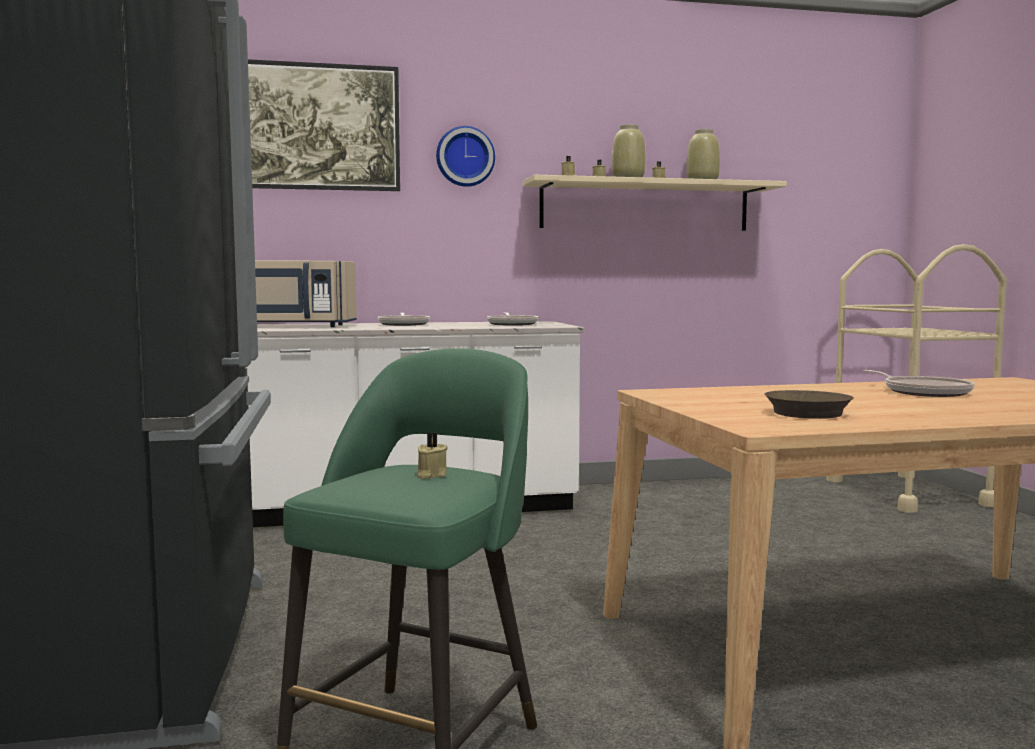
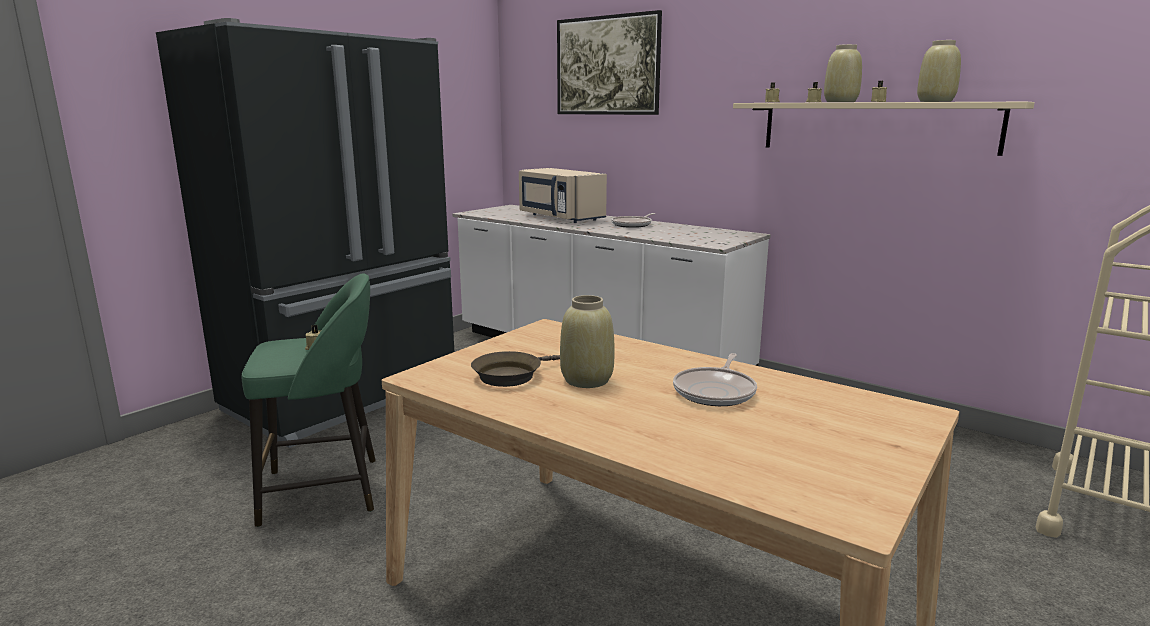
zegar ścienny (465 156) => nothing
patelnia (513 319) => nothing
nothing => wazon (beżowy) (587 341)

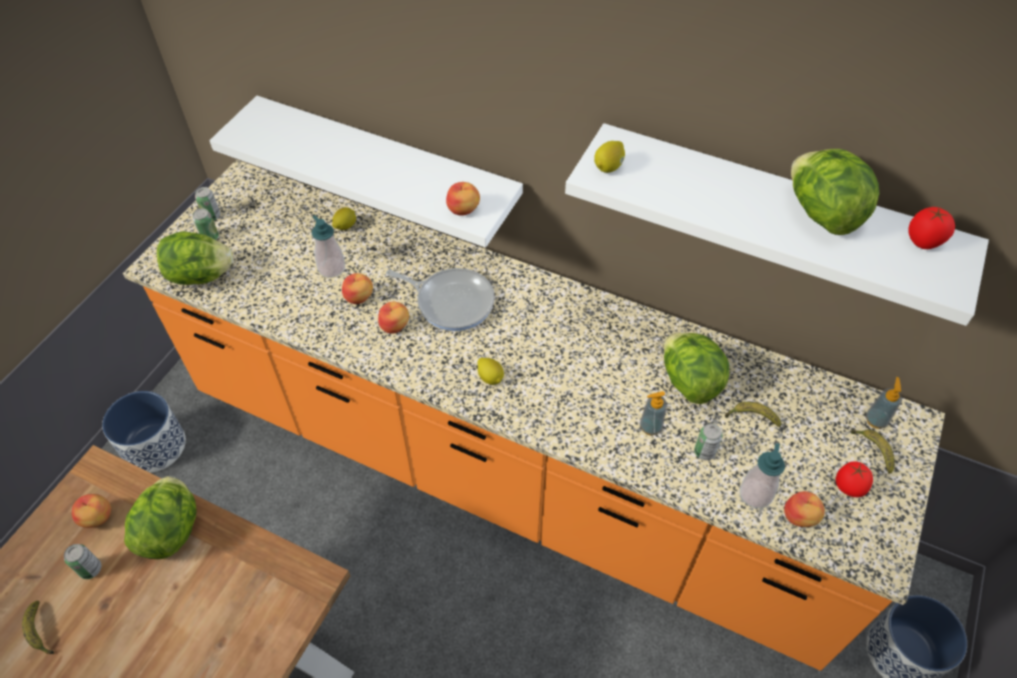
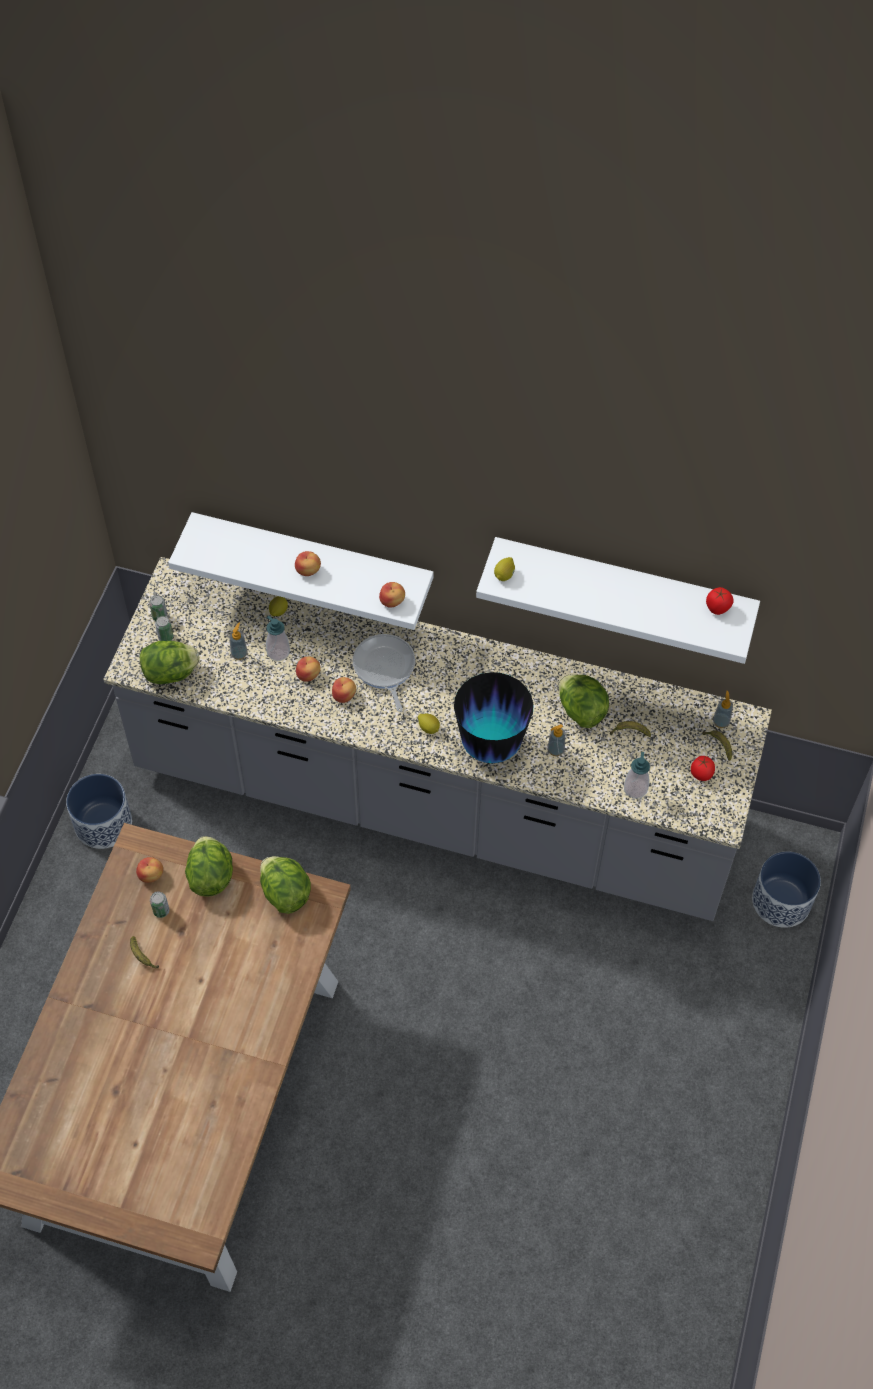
sałata (835 192) => sałata (285 885), shifted
zabudowa kuchenna (pomarańczowy) (534 415) => zabudowa kuchenna (szary) (437 739)
patelnia (440 299) => patelnia (384 673), 120 degrees counterclockwise
puszka (708 441) => nothing
jabłko (804 509) => jabłko (308 563), shifted
nothing => dozownik mydła (238 641)
nothing => wazon (493 717)

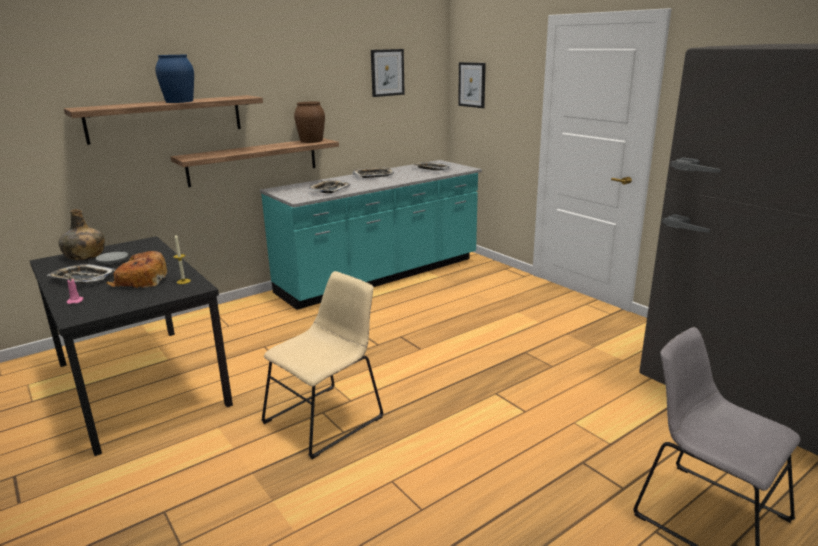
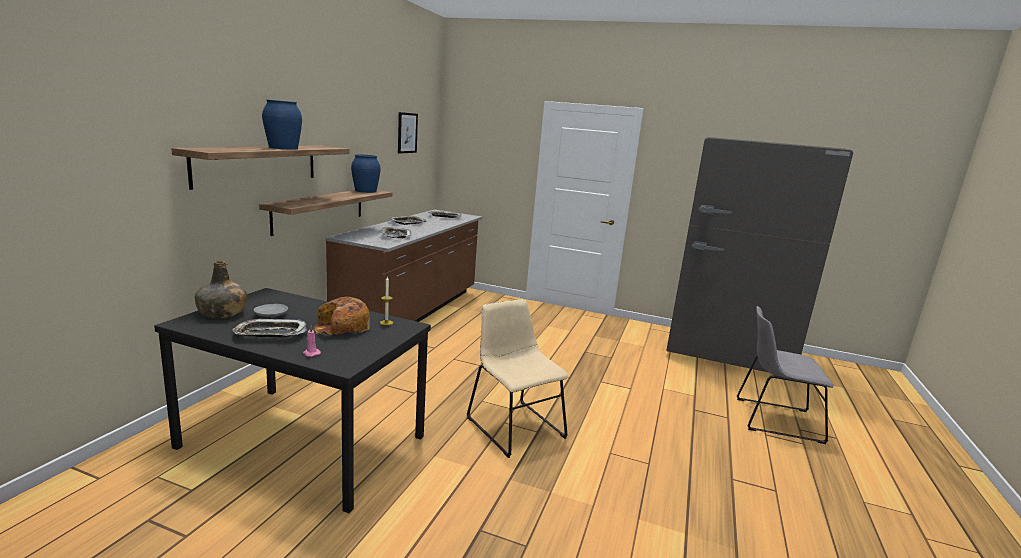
obraz (472 85) => nothing
wazon (brązowy) (309 122) => wazon (niebieski) (366 173)
zabudowa kuchenna (turkusowy) (371 235) => zabudowa kuchenna (brązowy) (403 265)
krzesło (beżowy) (322 365) => krzesło (beżowy) (517 378), 45 degrees counterclockwise

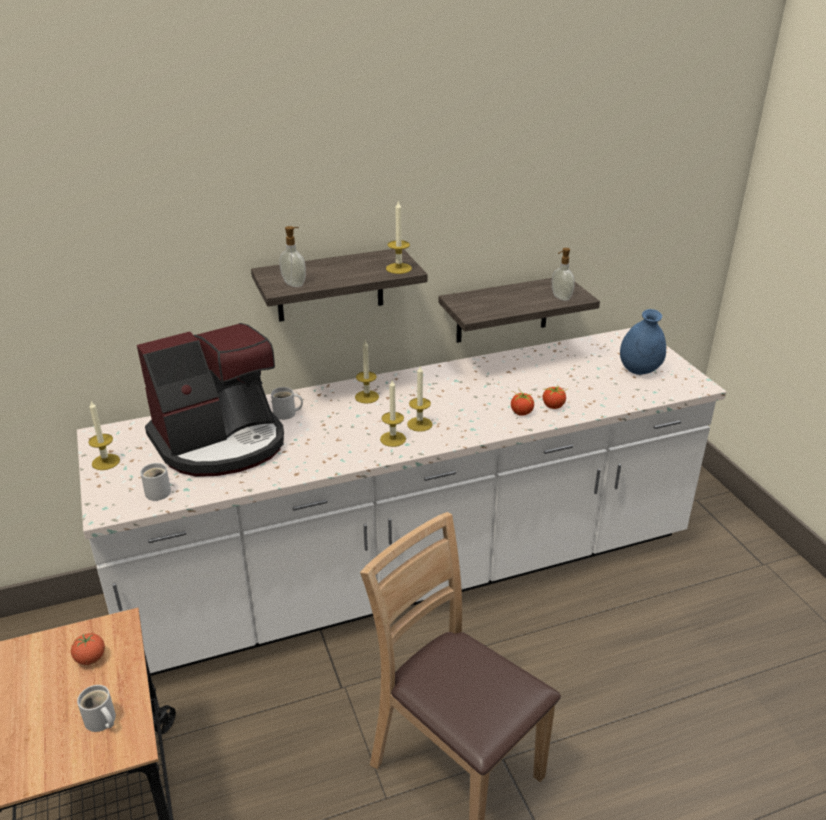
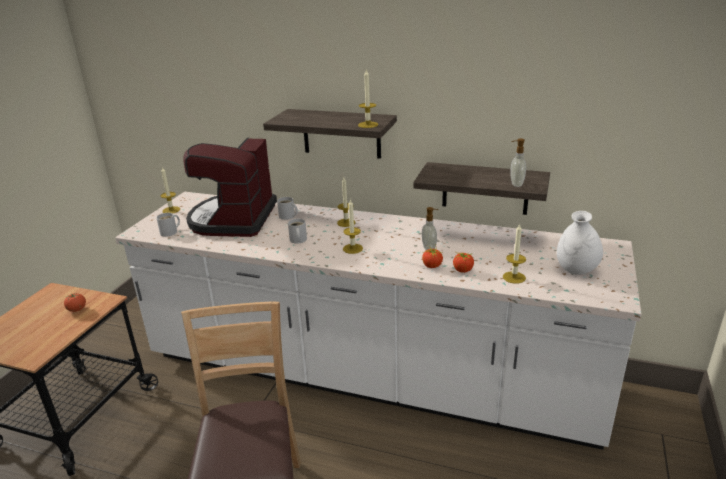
dozownik mydła (292 256) => dozownik mydła (430 228), shifted
wazon (niebieski) (643 342) => wazon (biały) (580 243)
ekspres do kawy (210 400) => ekspres do kawy (230 187), 90 degrees clockwise
świeca (393 413) => świeca (514 254), shifted
kubek (biały) (96 708) => kubek (biały) (297 231), shifted

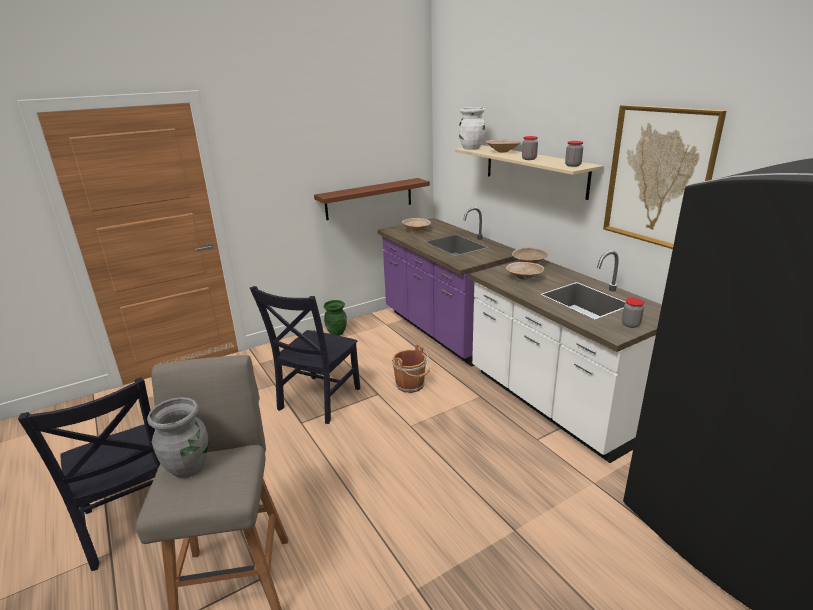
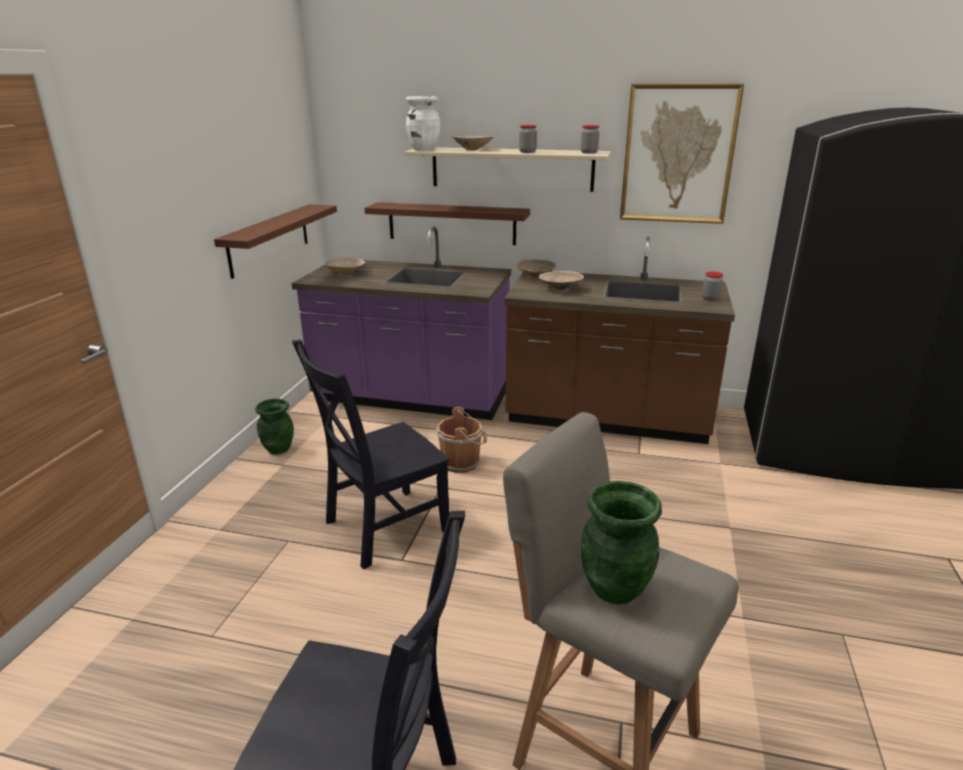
zabudowa kuchenna (biały) (565 357) => zabudowa kuchenna (brązowy) (619 340)
krzesło (czarny) (305 355) => krzesło (czarny) (370 455), 75 degrees clockwise
wazon (szary) (177 437) => wazon (zielony) (621 543)
nothing => półka (brązowy) (447 223)

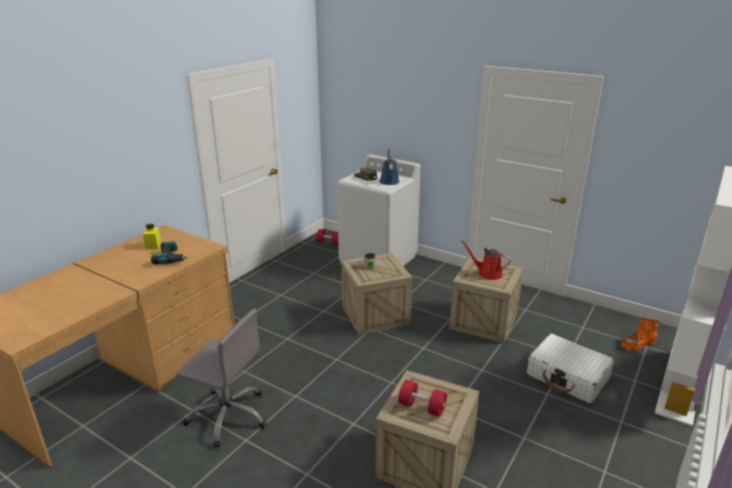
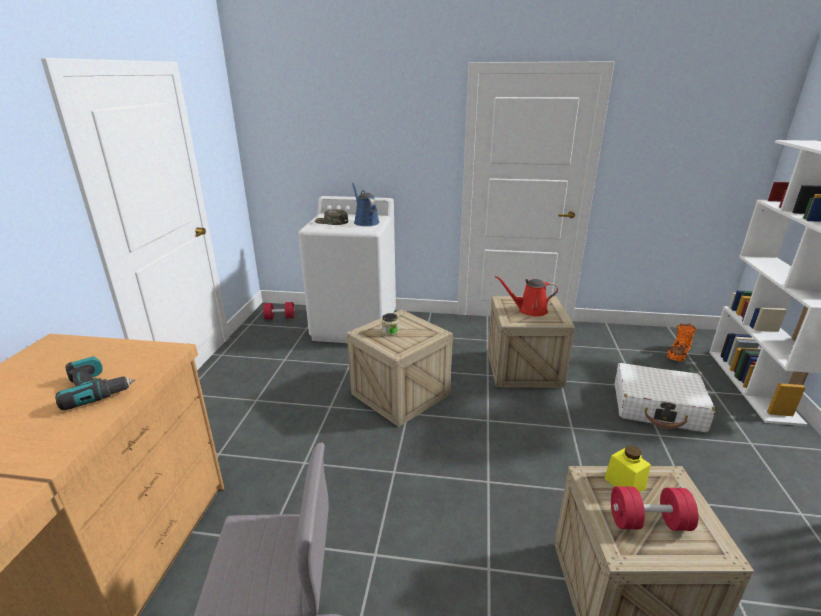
słoik (żółty) (152 237) => słoik (żółty) (627 469), shifted

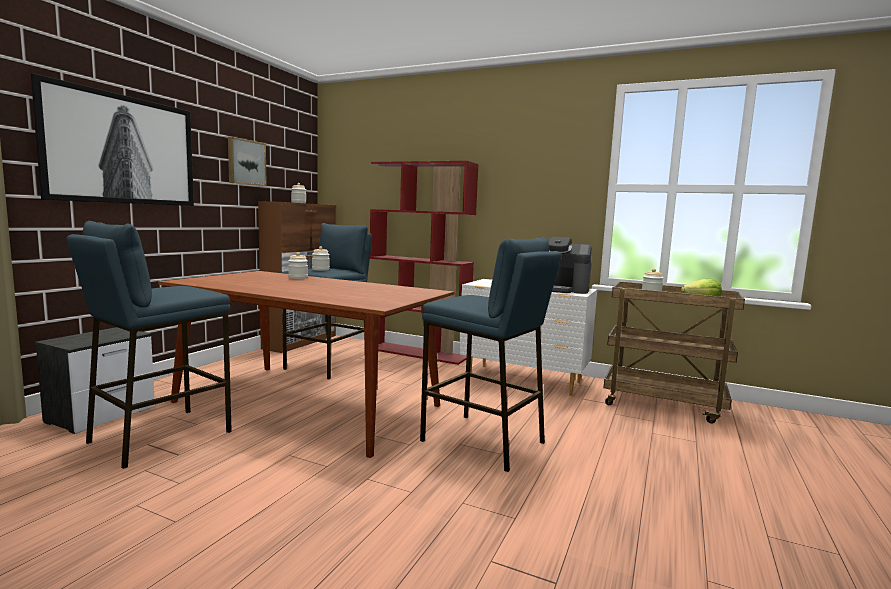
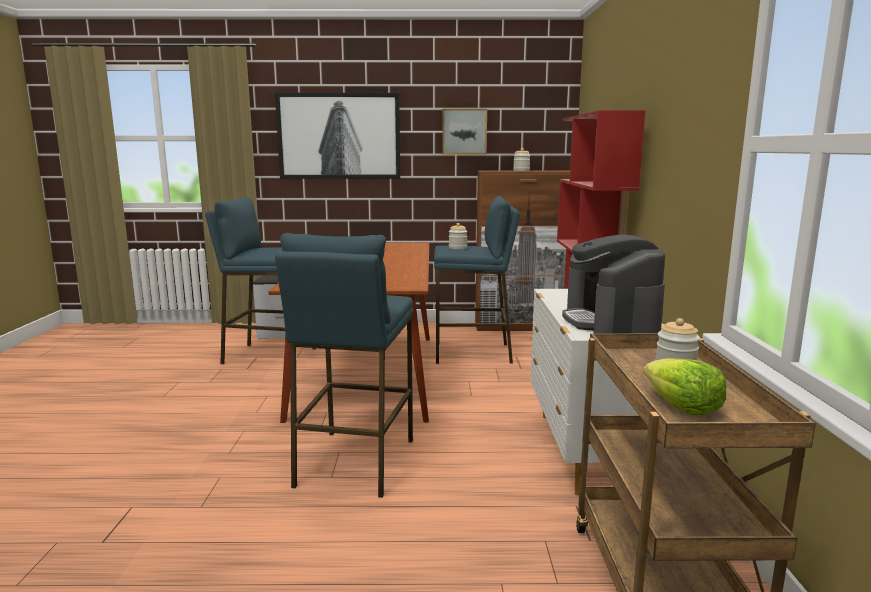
słoik (298 265) => nothing

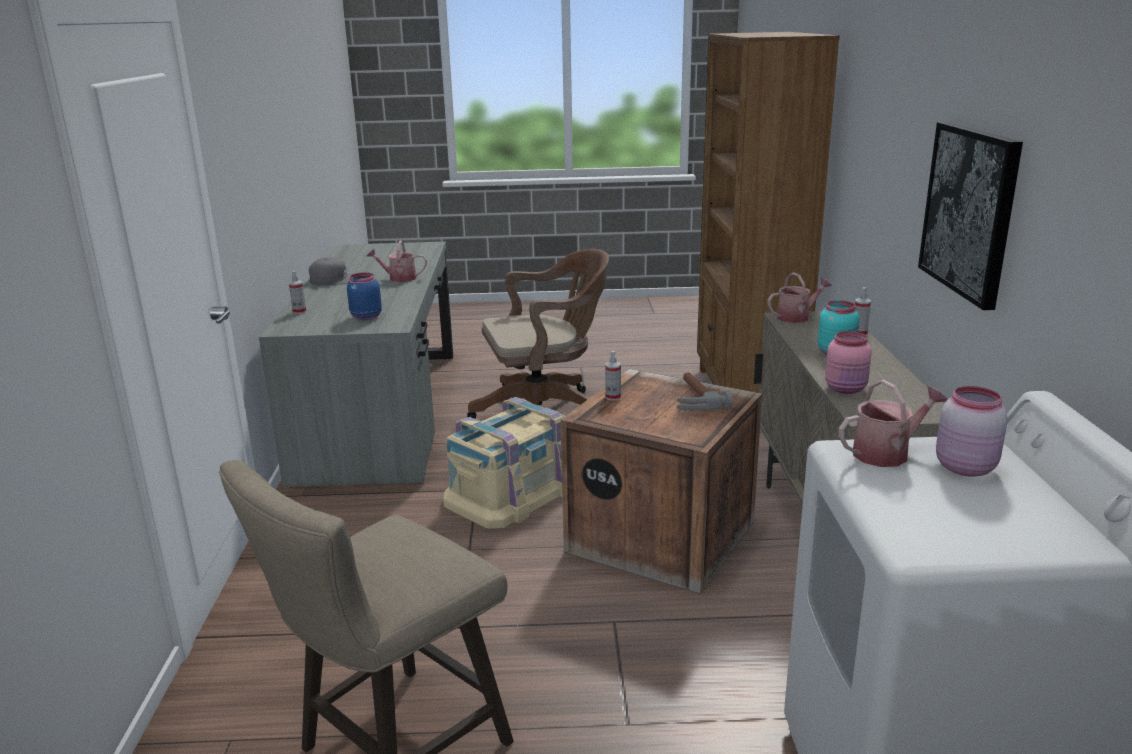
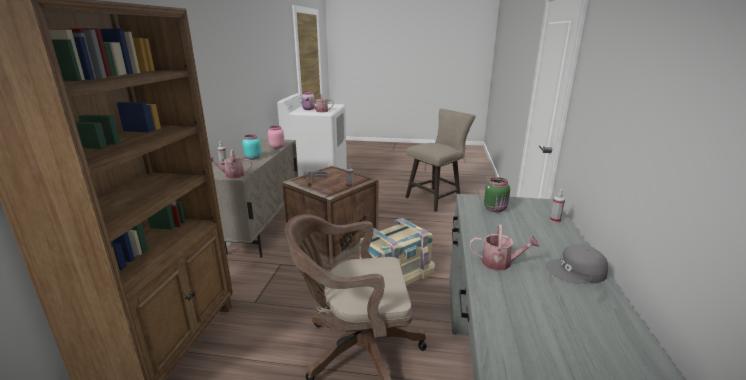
obraz (970 216) => nothing
słoik (niebieski) (364 296) => słoik (zielony) (497 194)

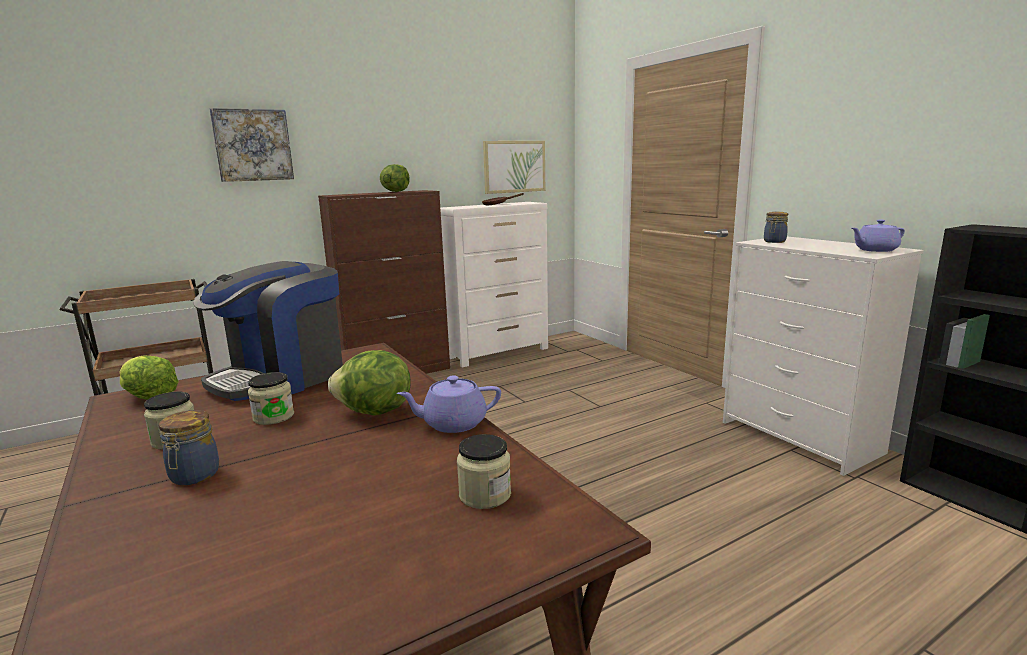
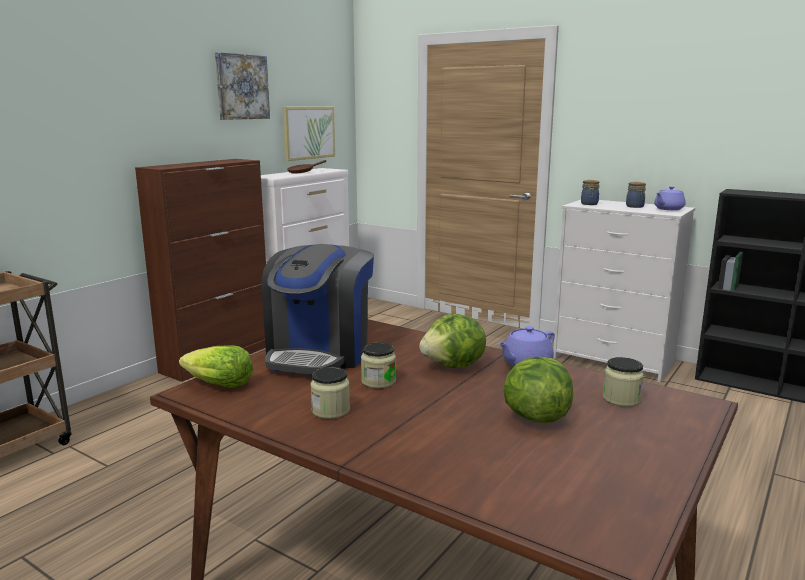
obraz (251 145) => obraz (242 86), shifted
sałata (395 178) => sałata (538 390), shifted
słoik (189 447) => słoik (636 195), shifted

